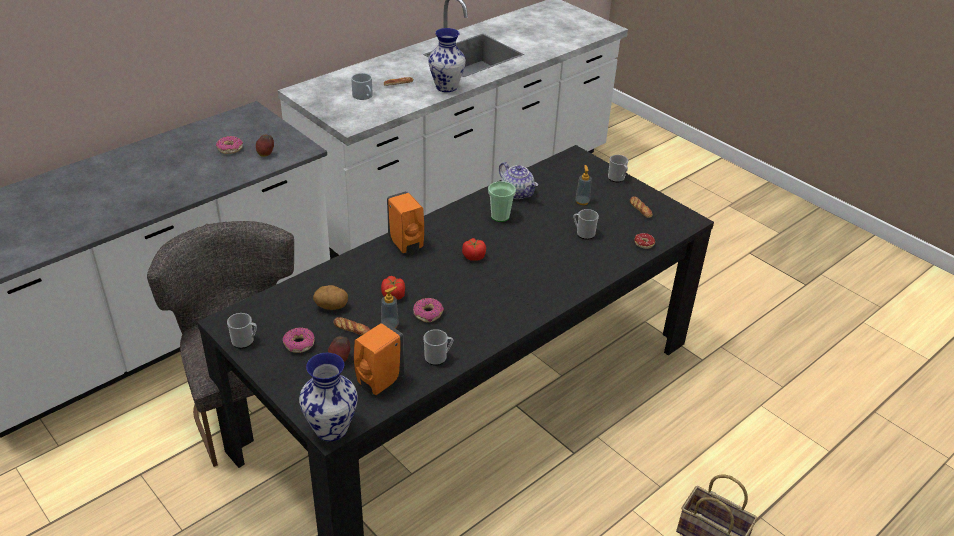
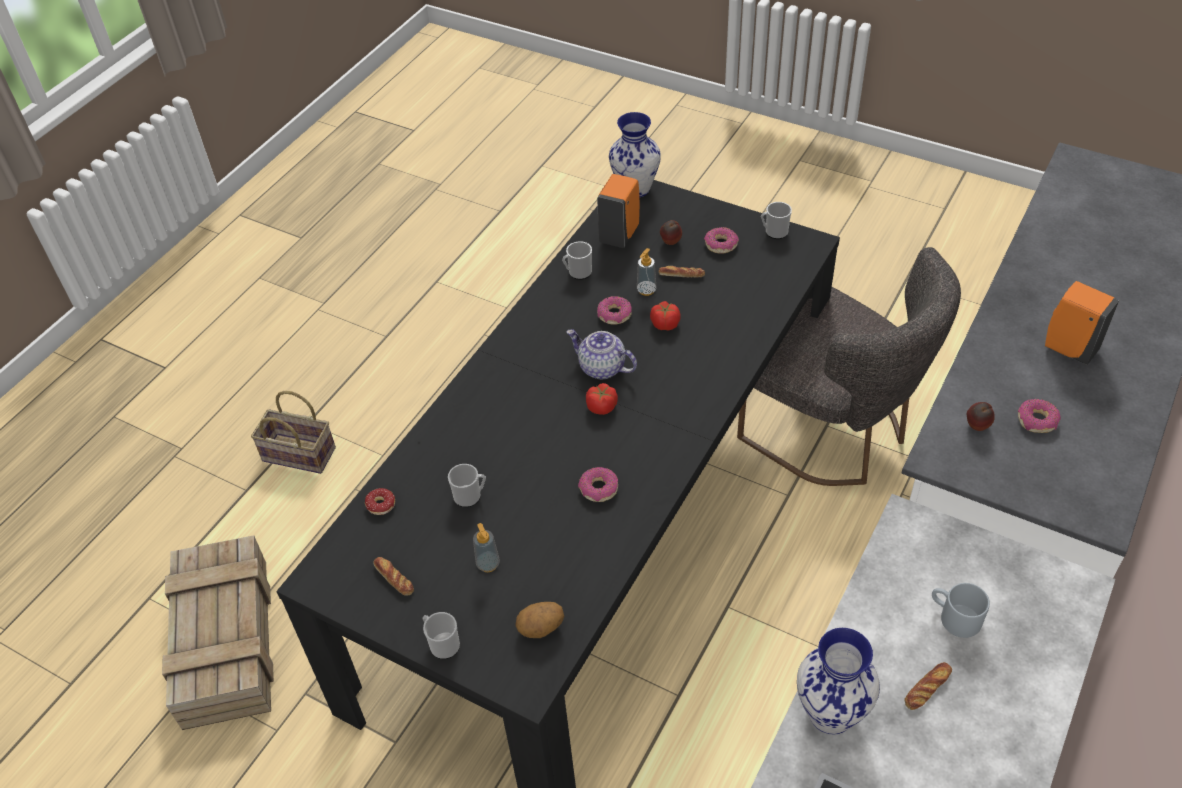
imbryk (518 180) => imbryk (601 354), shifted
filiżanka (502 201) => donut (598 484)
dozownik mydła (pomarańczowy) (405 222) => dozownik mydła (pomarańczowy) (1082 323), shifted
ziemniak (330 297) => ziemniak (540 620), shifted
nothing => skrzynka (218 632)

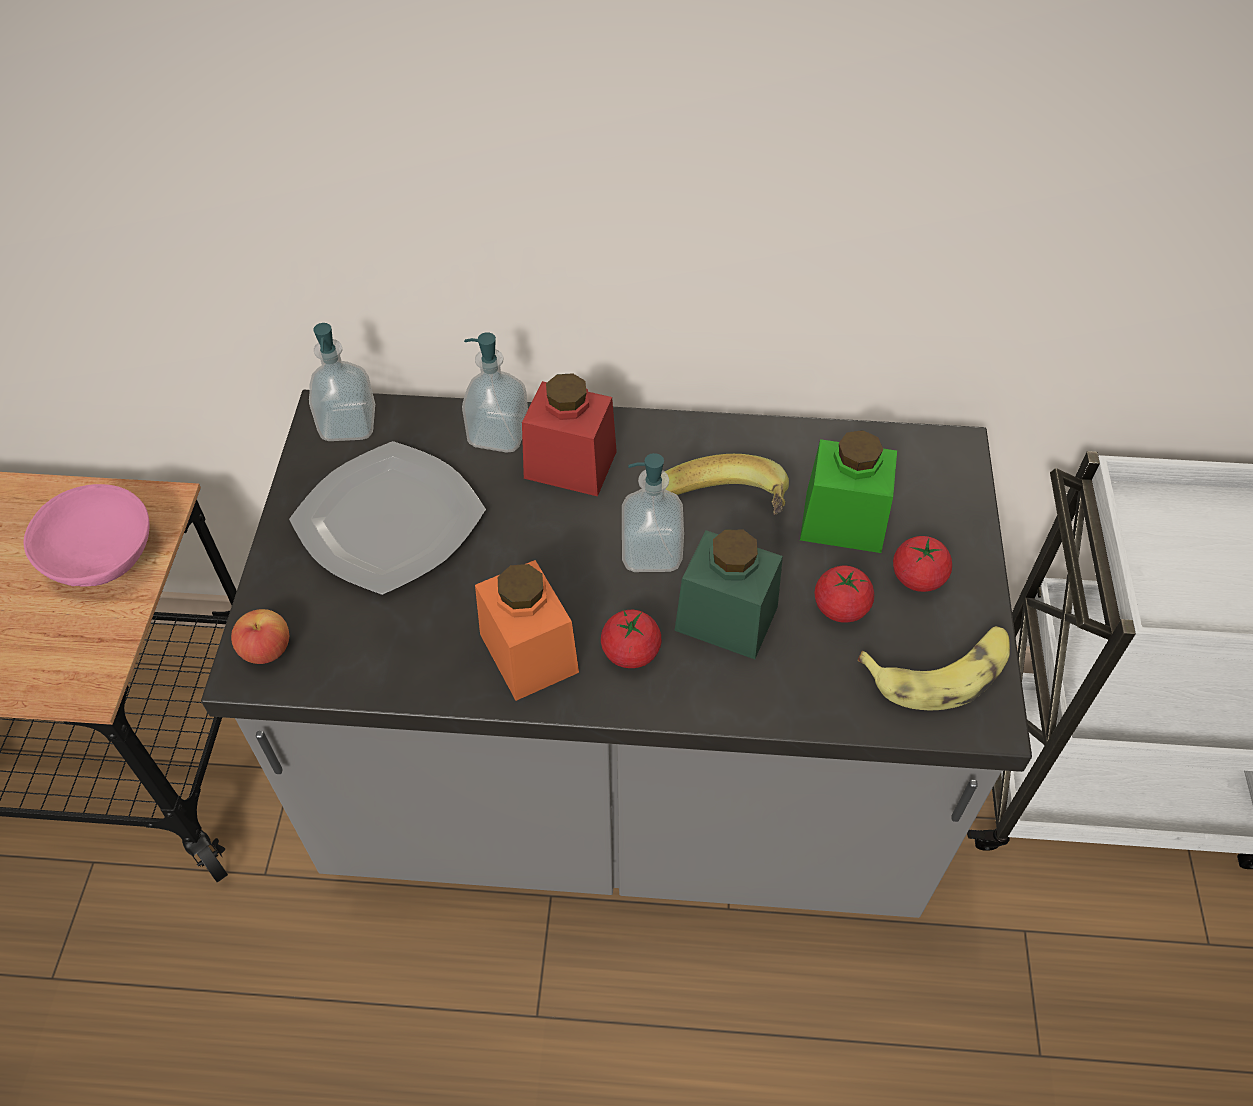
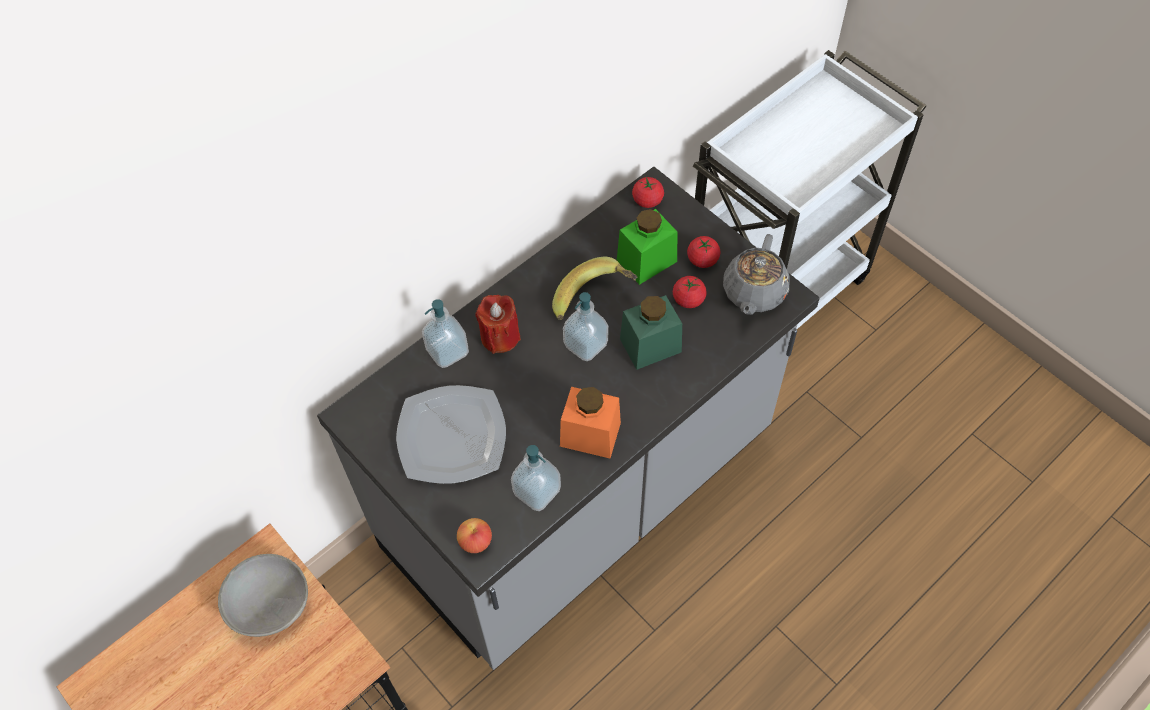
dozownik mydła (342 382) => dozownik mydła (536 478), shifted
słoik (czerwony) (569 434) => świeca (czerwony) (498 324)
miska (różowy) (87 535) => miska (szary) (263 595)
pomidor (631 639) => pomidor (648 192), shifted
banan (934 668) => imbryk (szary) (756 274)

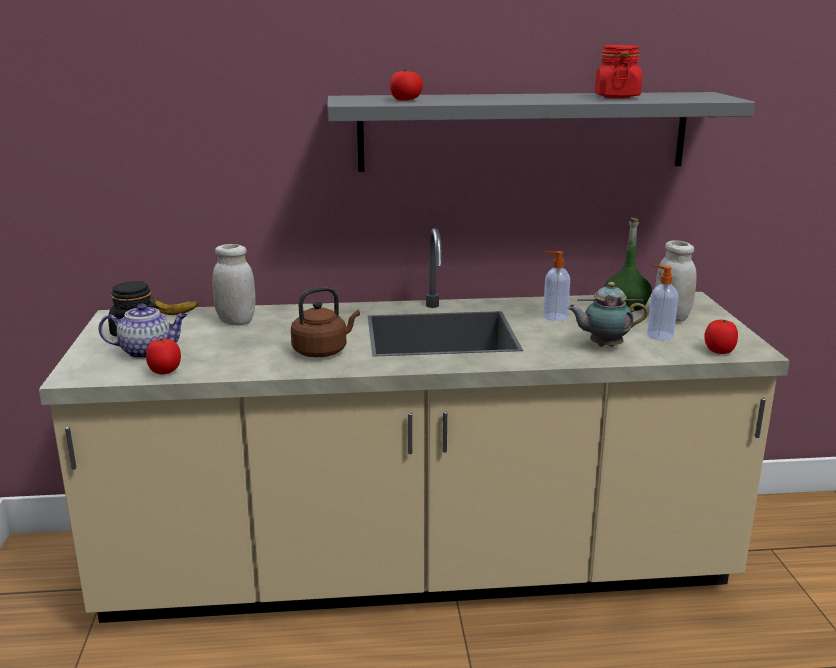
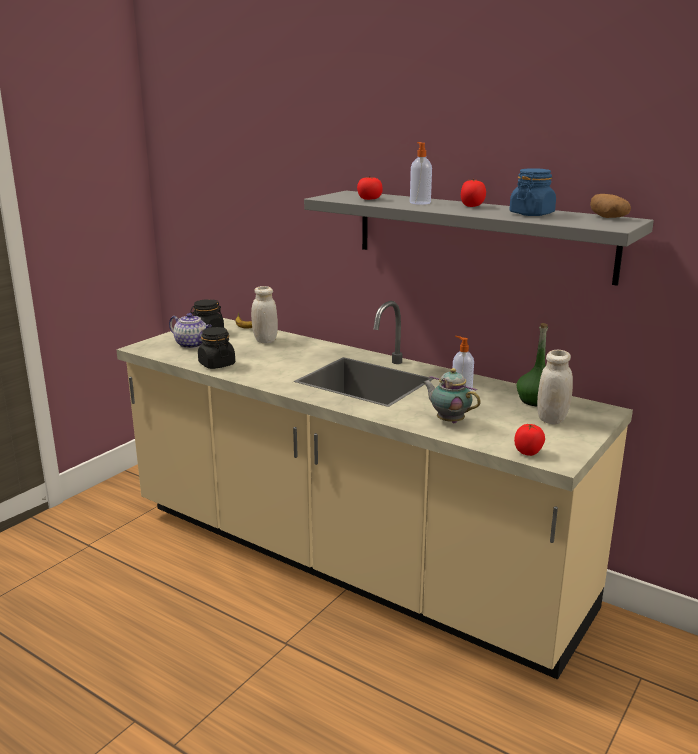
słoik (czerwony) (618 71) => słoik (niebieski) (532 192)
dozownik mydła (662 302) => dozownik mydła (421 173), shifted
czajnik (brązowy) (325 322) => nothing
pomidor (163 356) => pomidor (473 193), shifted
nothing => ziemniak (610 206)
nothing => słoik (czarny) (216 348)

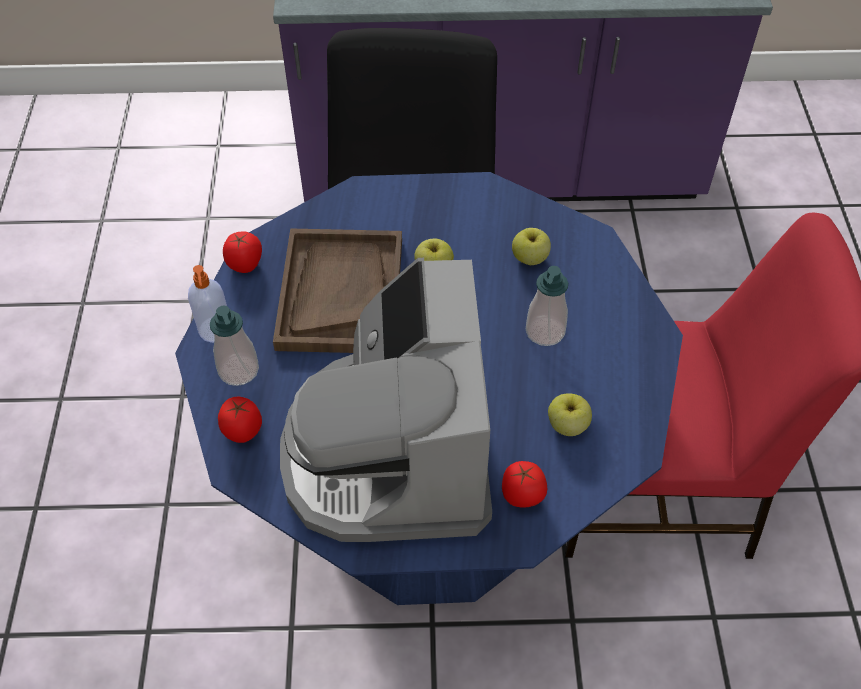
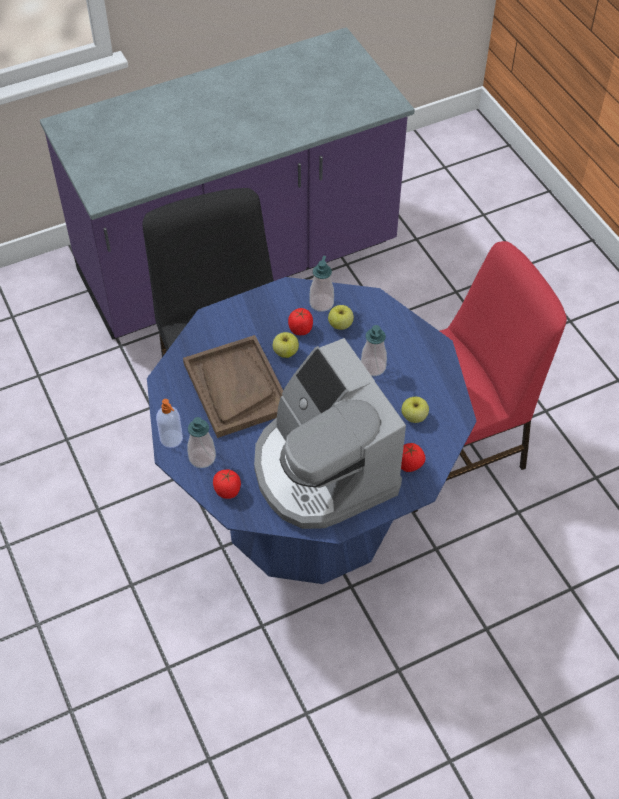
pomidor (242 252) => pomidor (300 321), shifted
nothing => dozownik mydła (321 284)

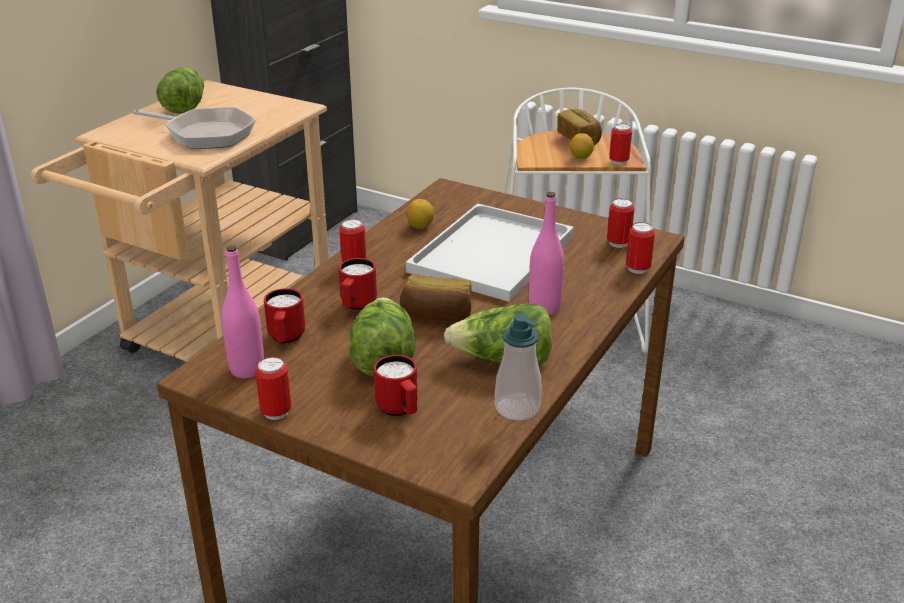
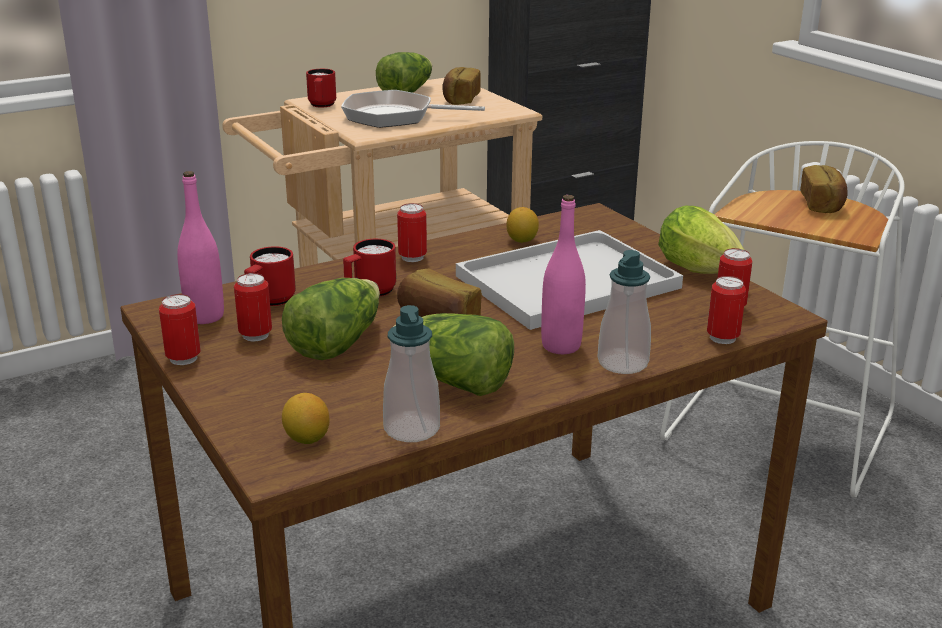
patelnia (194 128) => patelnia (413 109), 135 degrees clockwise
puszka (620 144) => puszka (253 307), shifted
cytryna (582 146) => cytryna (306 418), shifted
kubek (czerwony) (395 385) => kubek (czerwony) (321 88), shifted
nothing => chleb (462 86)
nothing => sałata (701 240)
nothing => dozownik mydła (624 312)

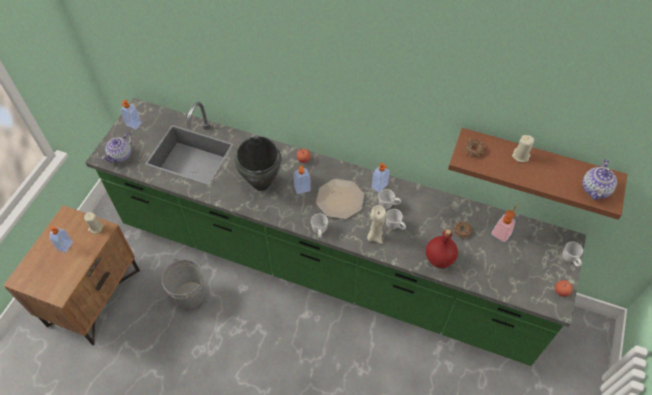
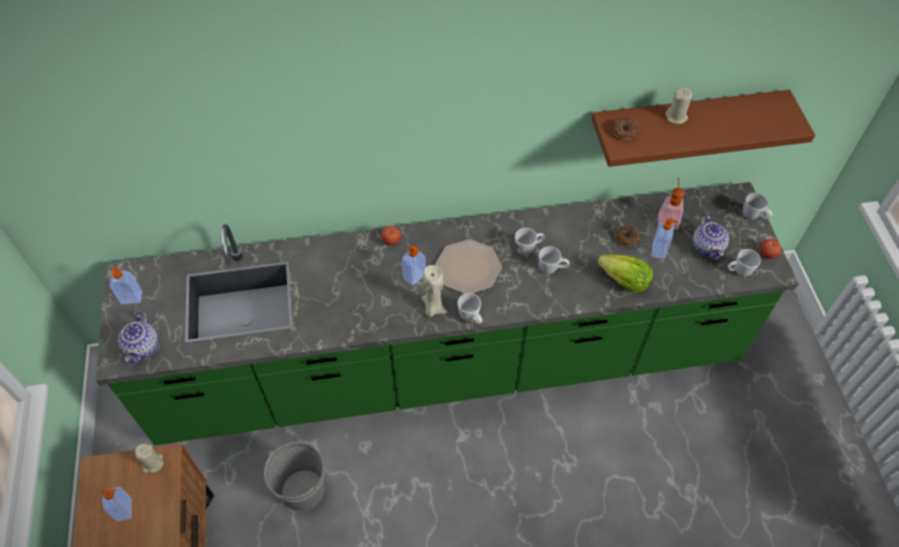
garnek (czarny) (258 163) => nothing
imbryk (599 179) => imbryk (710 236), shifted
dozownik mydła (381 177) => dozownik mydła (665 238), shifted
świeca (beżowy) (376 224) => świeca (beżowy) (434 291), shifted
butelka (czerwony) (442 248) => sałata (625 273)
nothing => kubek (biały) (744 262)

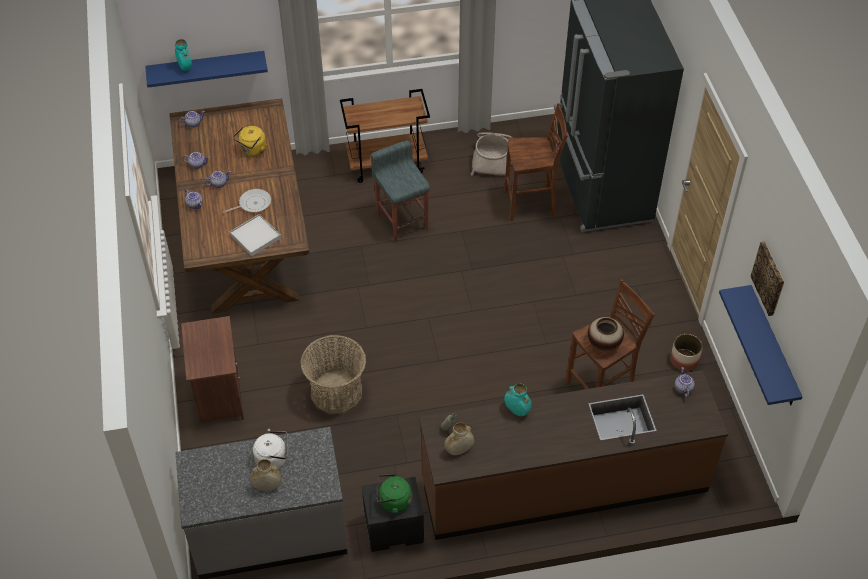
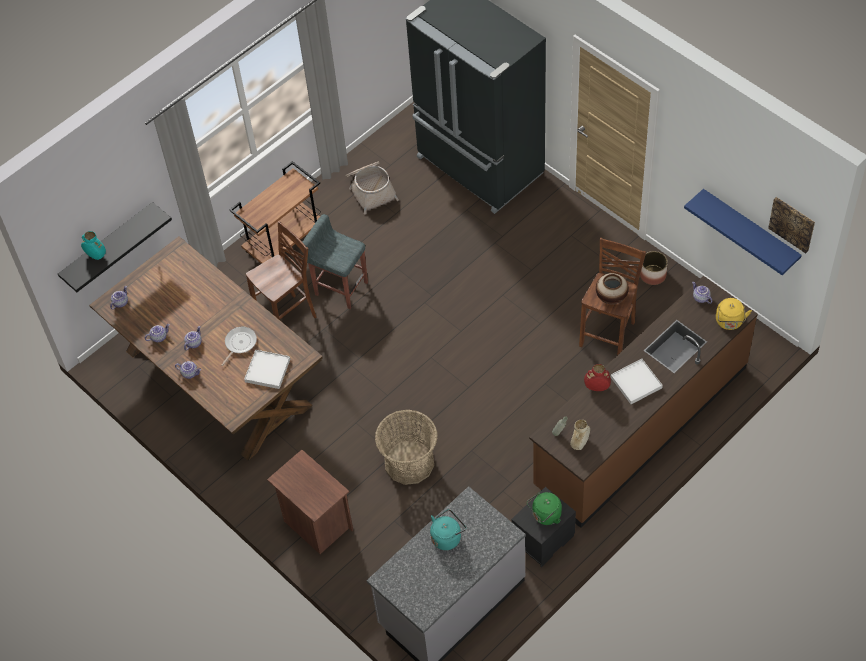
półka (niebieski) (206 69) => półka (czarny) (115 247)
stołek (brązowy) (536 162) => stołek (brązowy) (281 270), shifted
czajnik (żółty) (250 141) => czajnik (żółty) (734 314), shifted
obraz (767 279) => obraz (791 225), shifted
wazon (turkusowy) (518 399) => wazon (czerwony) (597 377)
czajnik (biały) (270 448) => czajnik (turkusowy) (448 529)
wazon (beżowy) (265 475) => nothing
nothing => taca (biały) (637 381)

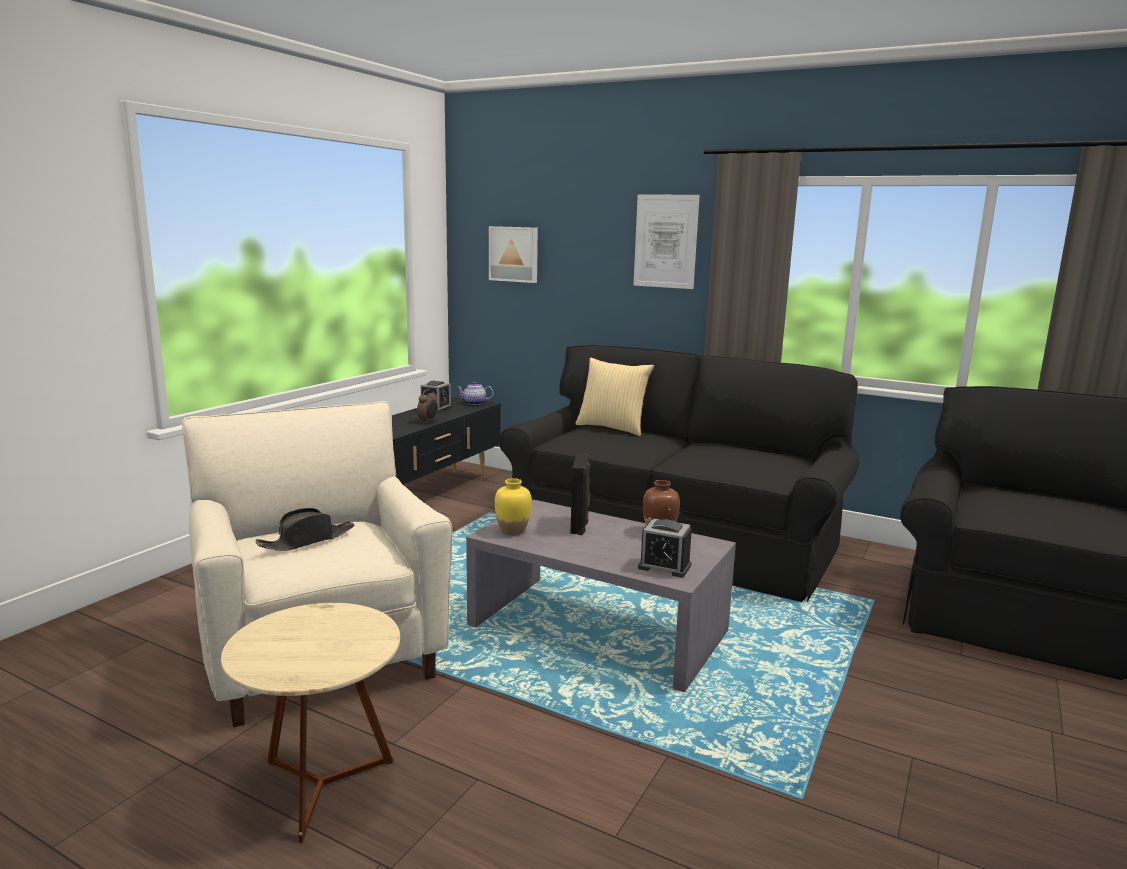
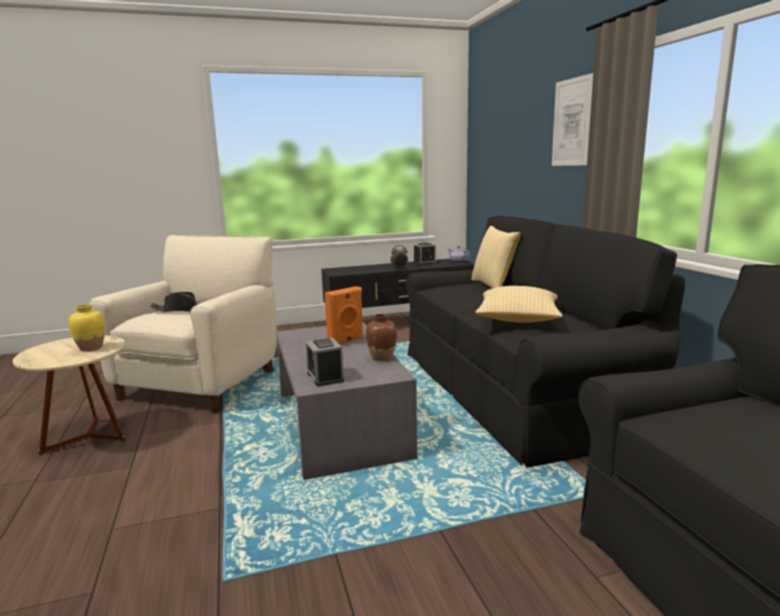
obraz (513 254) => nothing
głośnik (czarny) (580 494) => głośnik (pomarańczowy) (344 315)
wazon (żółty) (513 506) => wazon (żółty) (87 328), shifted
nothing => poduszka (519 304)

